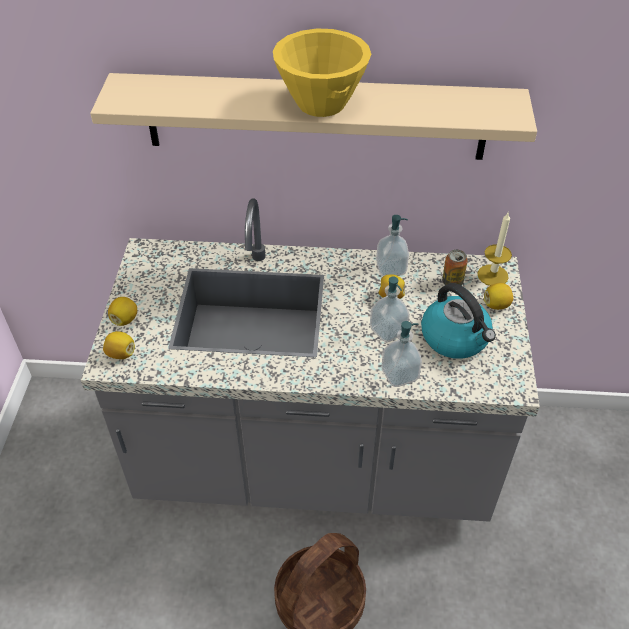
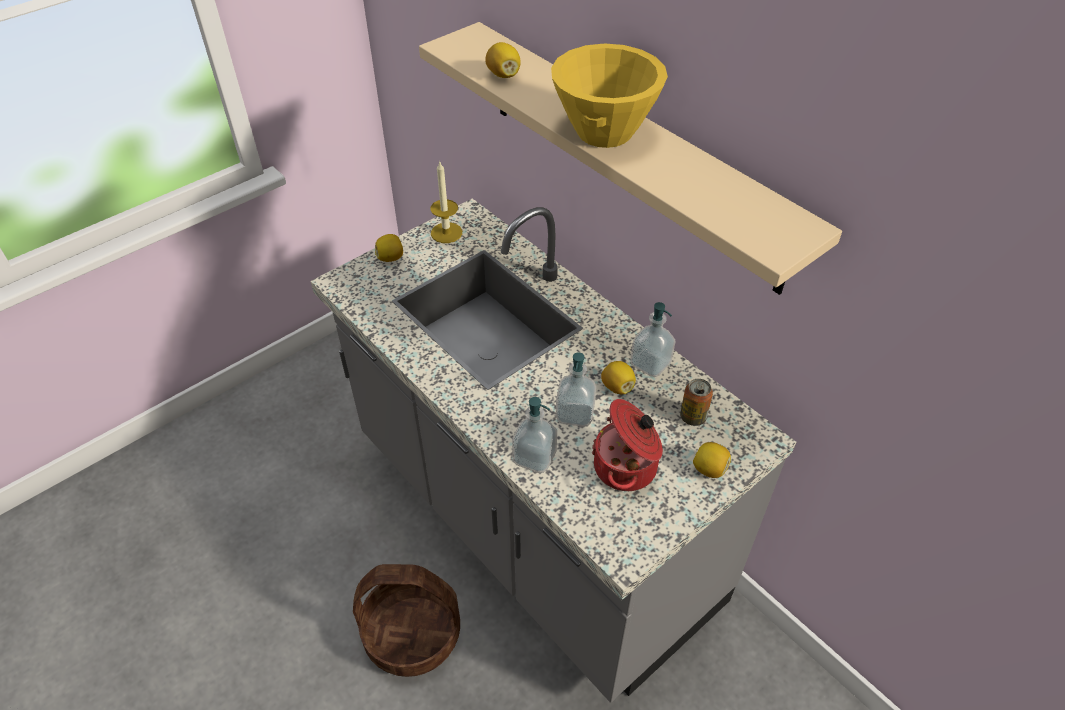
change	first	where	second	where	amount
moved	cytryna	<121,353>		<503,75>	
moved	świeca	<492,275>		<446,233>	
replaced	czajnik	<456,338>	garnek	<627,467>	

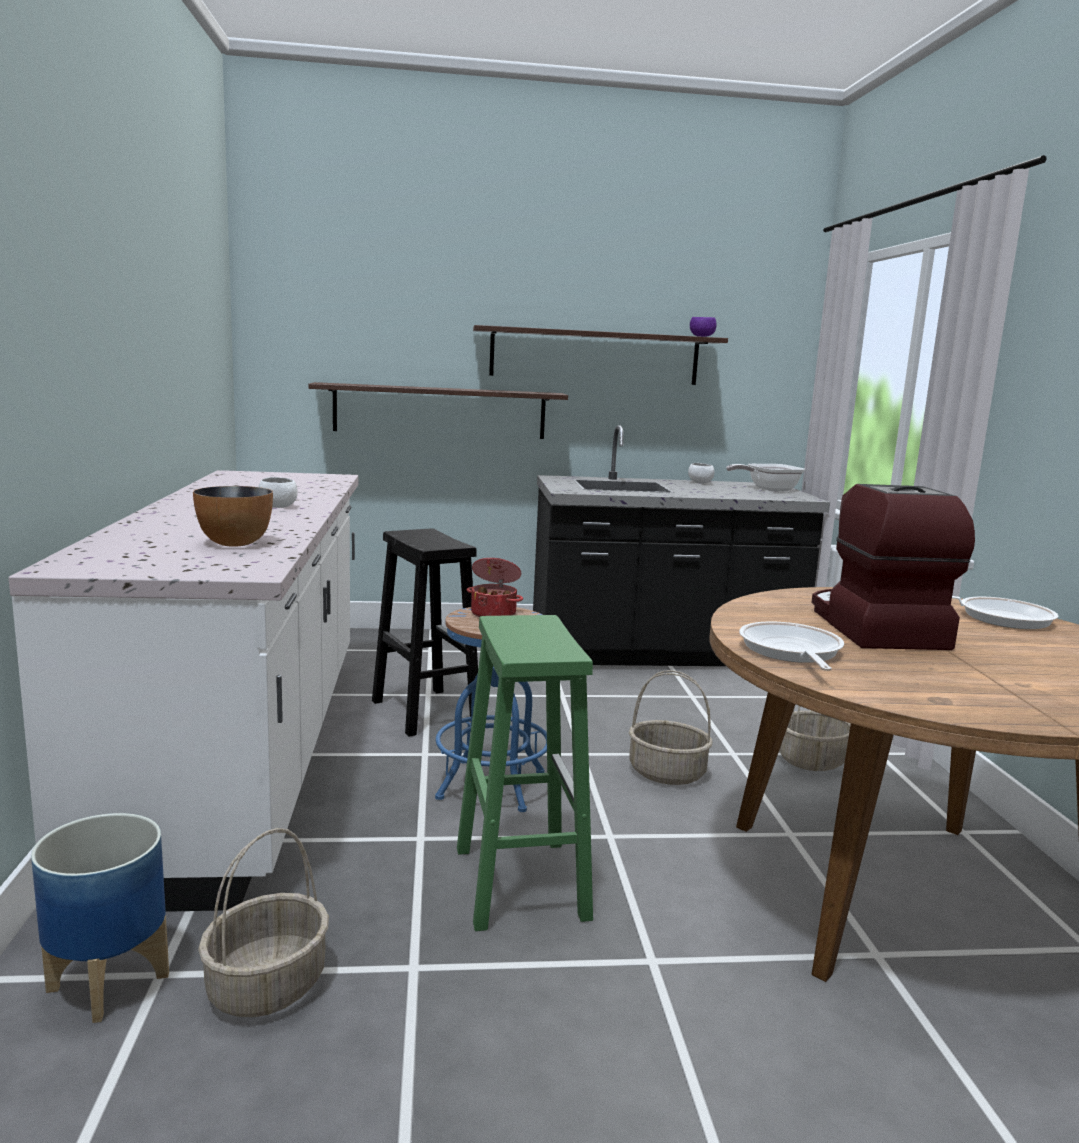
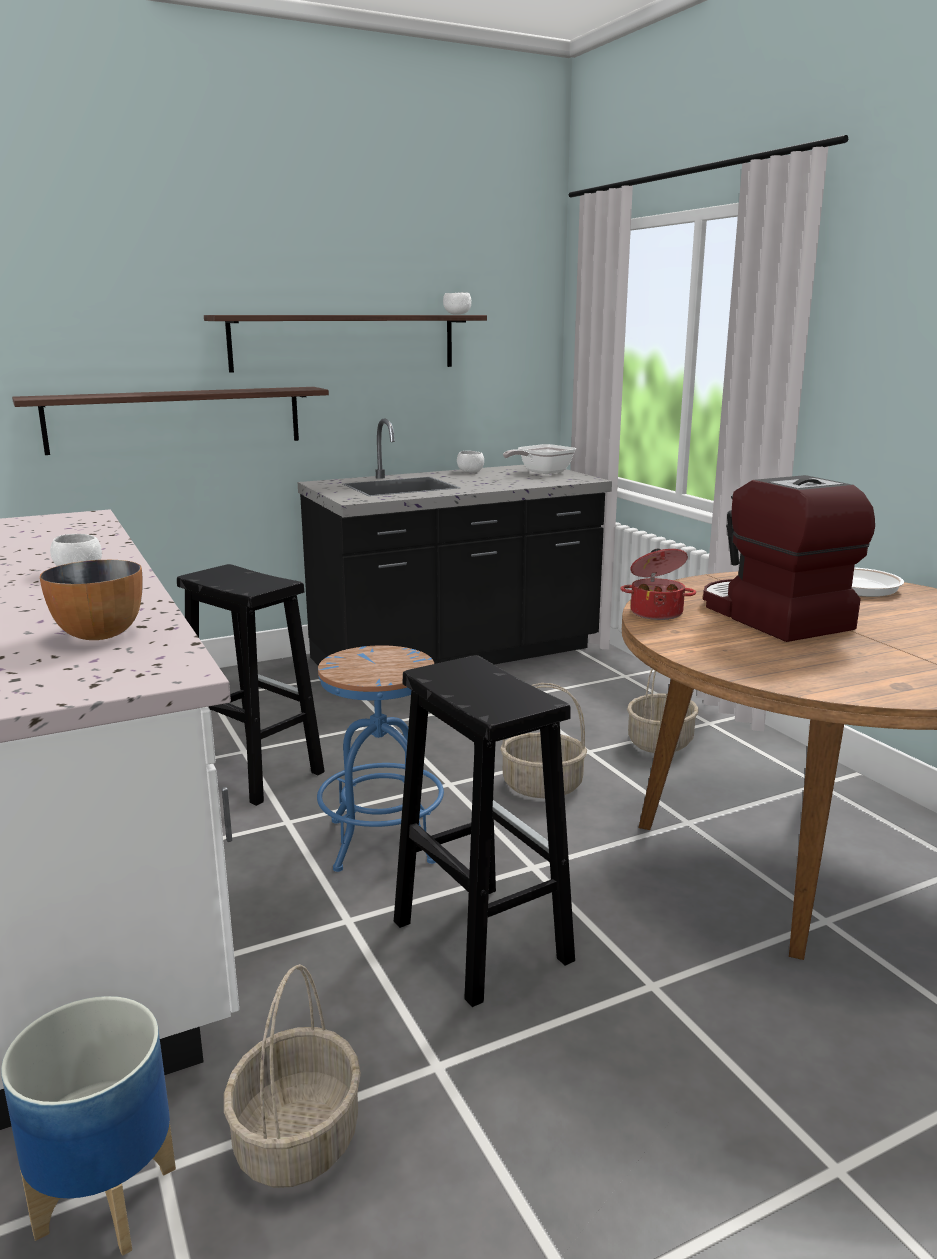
change	first	where	second	where	amount
removed	patelnia	<790,651>			
moved	garnek	<494,613>		<656,612>	
recoloured	stołek [zielony]	<519,881>	stołek [czarny]	<479,939>	
recoloured	miska [fioletowy]	<702,336>	miska [biały]	<457,314>	

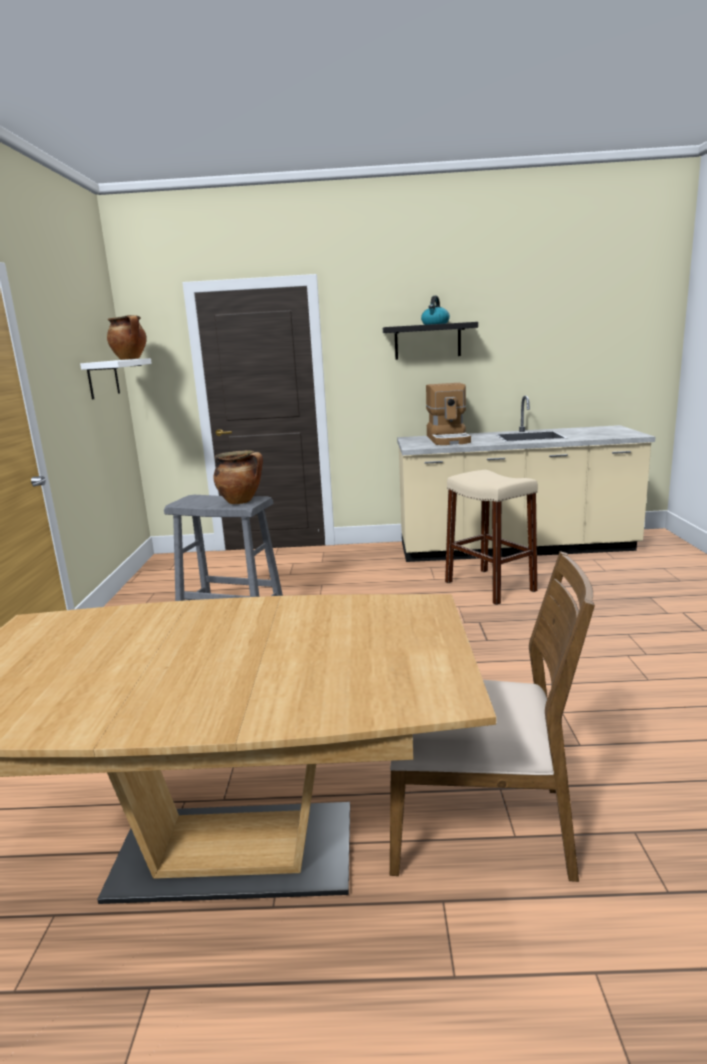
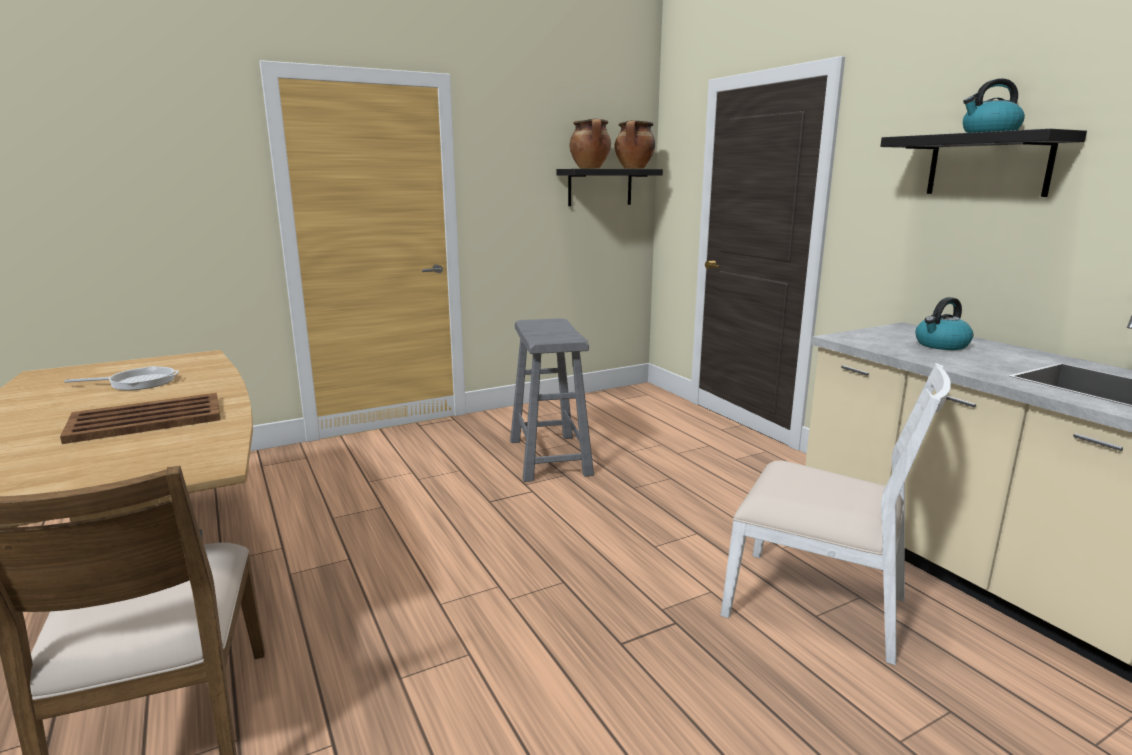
change	first	where	second	where	amount
added			taca [brązowy]	<145,419>	
added			patelnia	<138,382>	
moved	garnek	<241,501>		<590,168>	
replaced	ekspres do kawy	<449,439>	czajnik	<941,345>	
replaced	stołek [beżowy]	<490,586>	krzesło [biały]	<816,604>	
recoloured	półka [biały]	<103,379>	półka [czarny]	<600,187>	

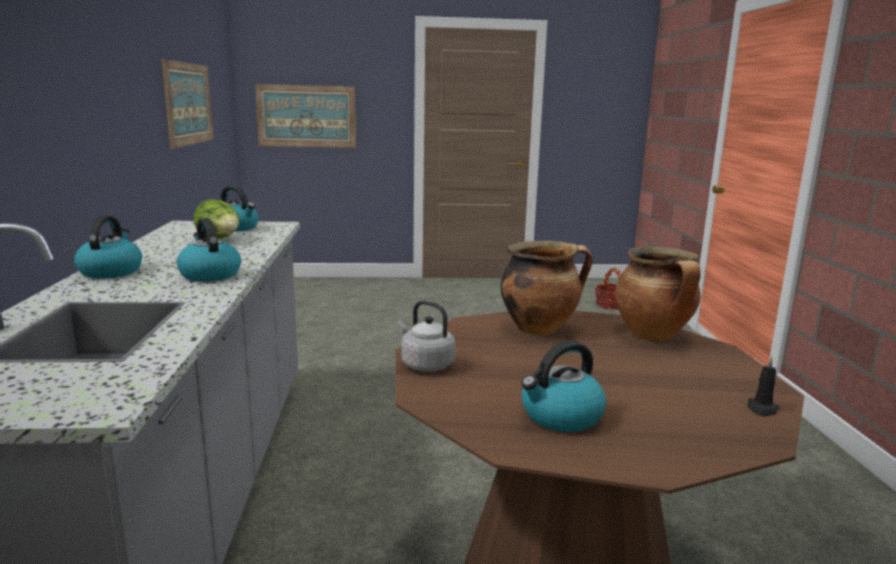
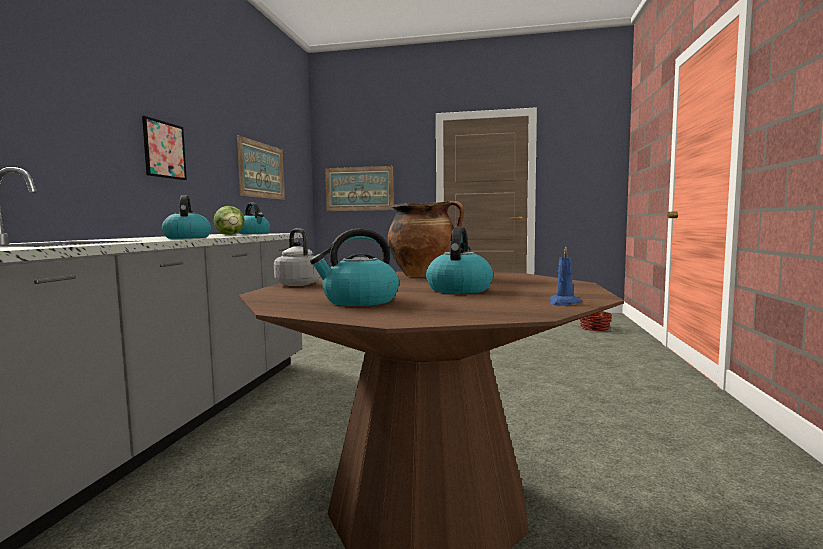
change	first	where	second	where	amount
removed	garnek	<654,336>			
added			obraz	<164,150>	
moved	czajnik	<111,271>		<459,289>	
recoloured	świeca [czarny]	<762,409>	świeca [niebieski]	<563,303>	

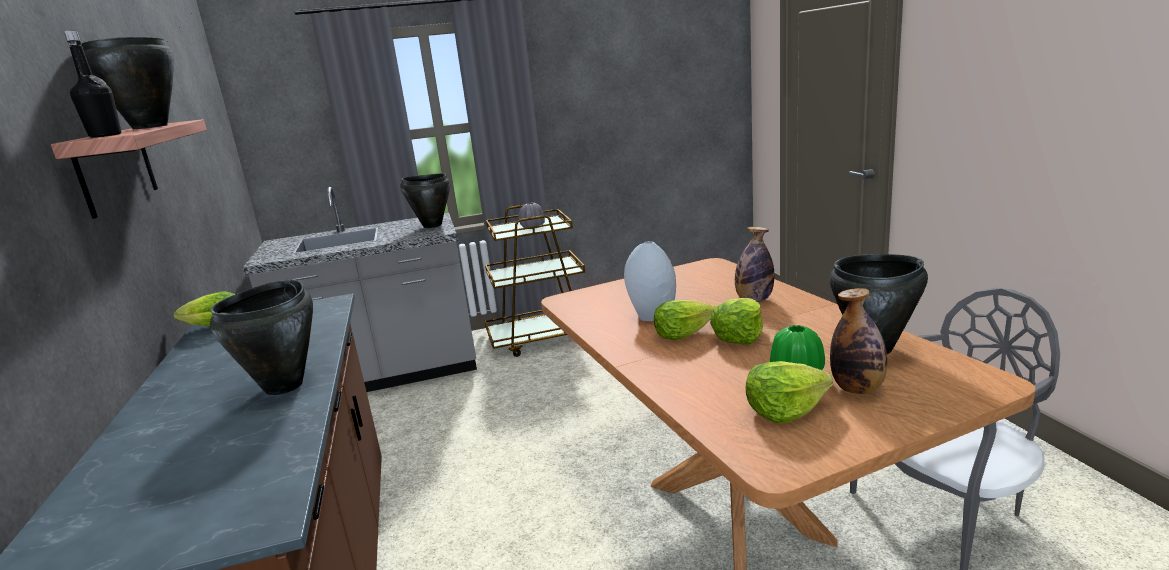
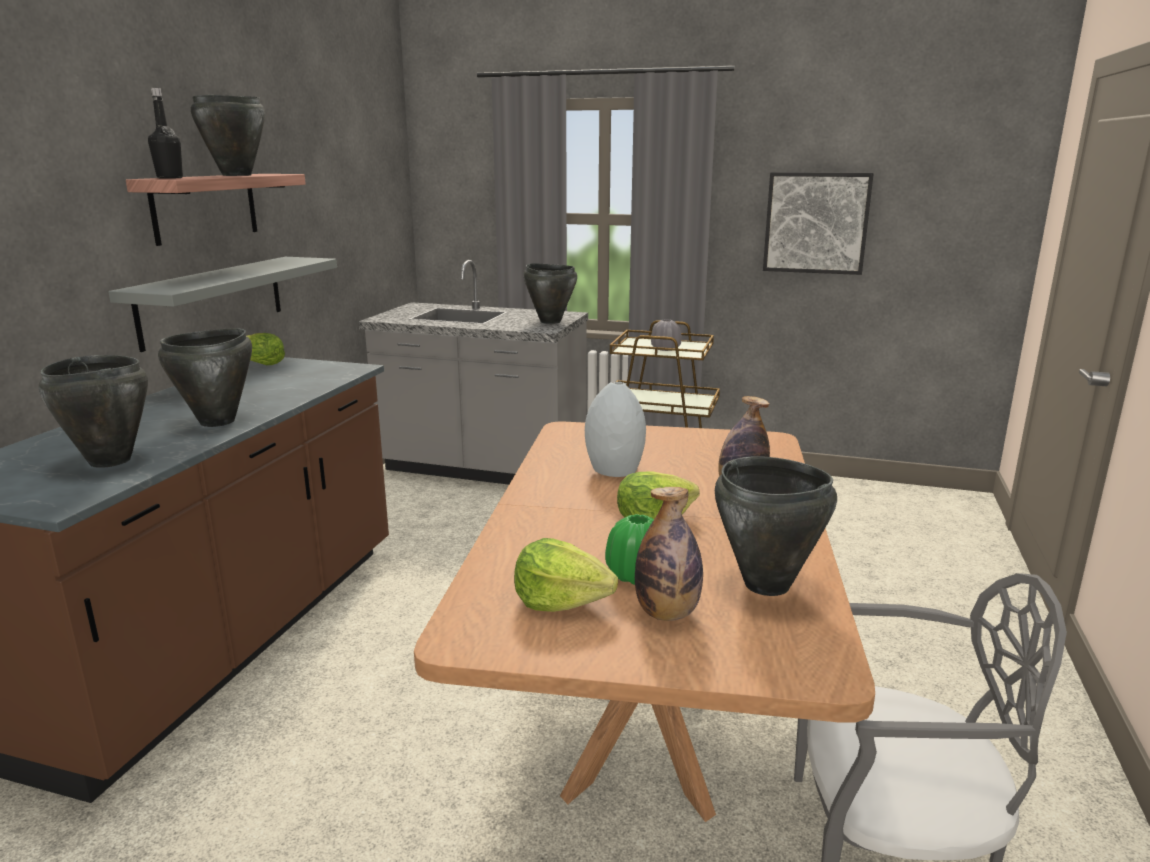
change	first	where	second	where	amount
removed	sałata	<683,334>			
added			garnek [czarny]	<109,461>	
added			półka [szary]	<213,300>	
added			obraz	<816,223>	

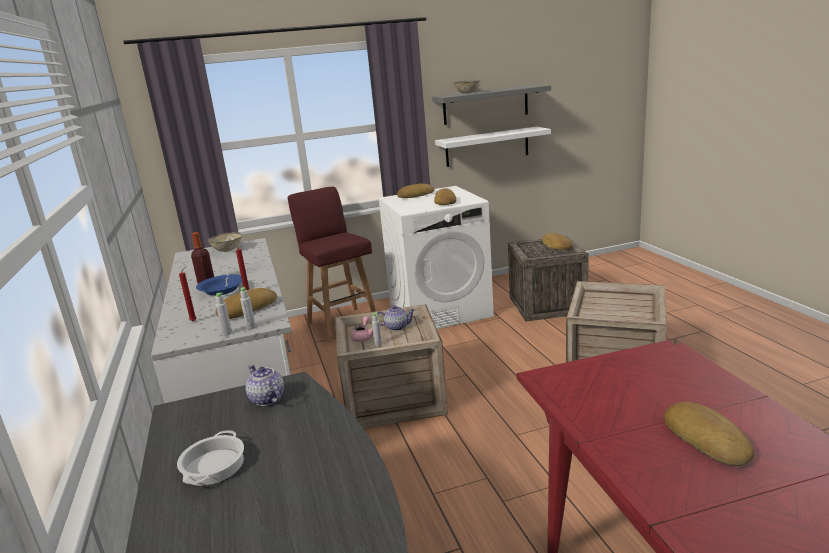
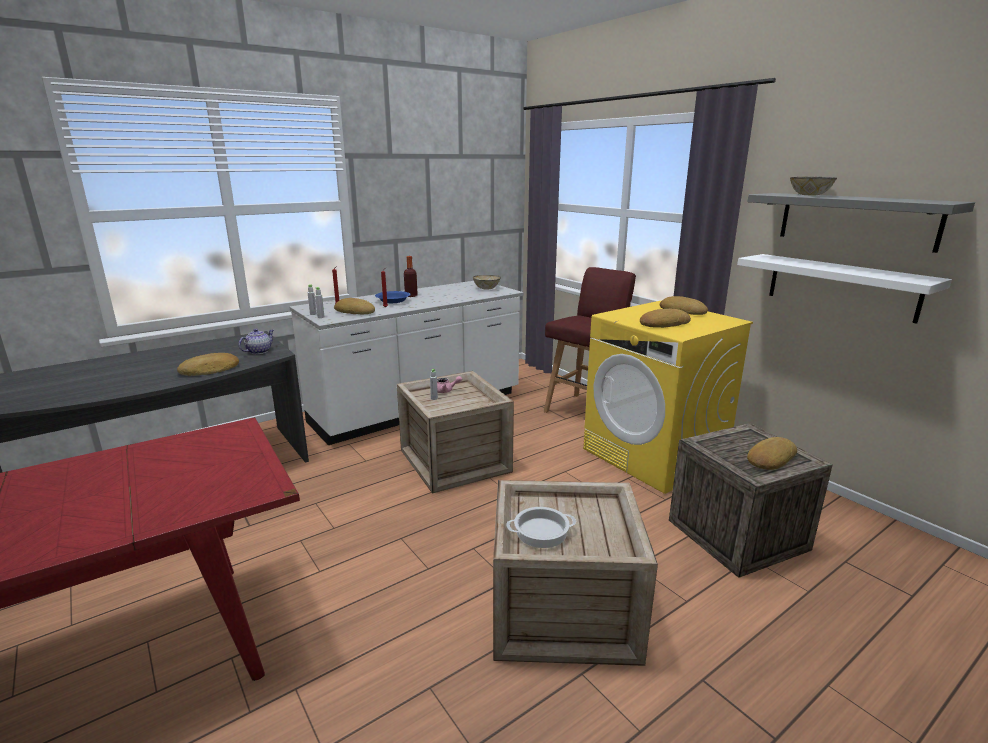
change	first	where	second	where	amount
removed	imbryk	<396,327>			
moved	garnek	<213,465>		<541,532>	
moved	chleb	<707,438>		<210,370>	
recoloured	pralka [biały]	<440,310>	pralka [żółty]	<654,456>	

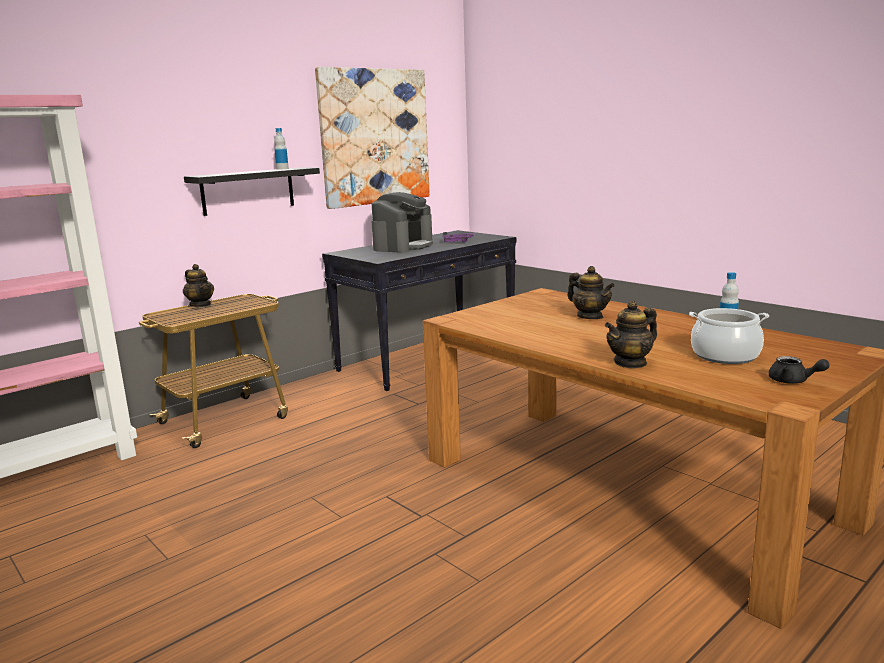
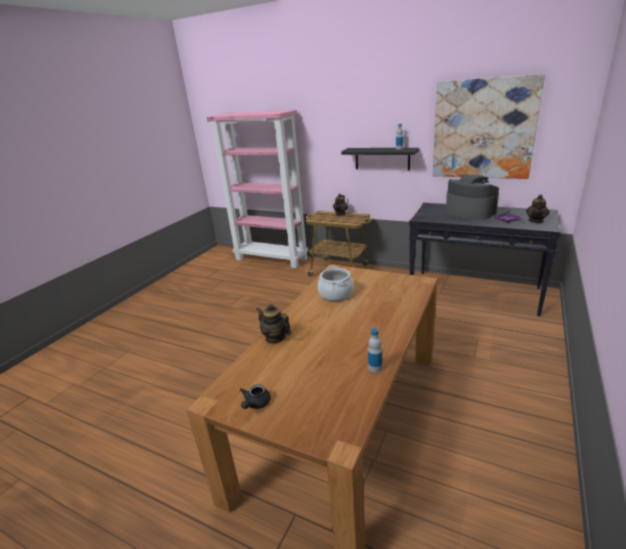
change	first	where	second	where	amount
moved	imbryk	<590,317>		<536,221>	
moved	garnek	<725,355>		<336,294>	
turned	ekspres do kawy	<403,246>		<469,212>	135 degrees counterclockwise

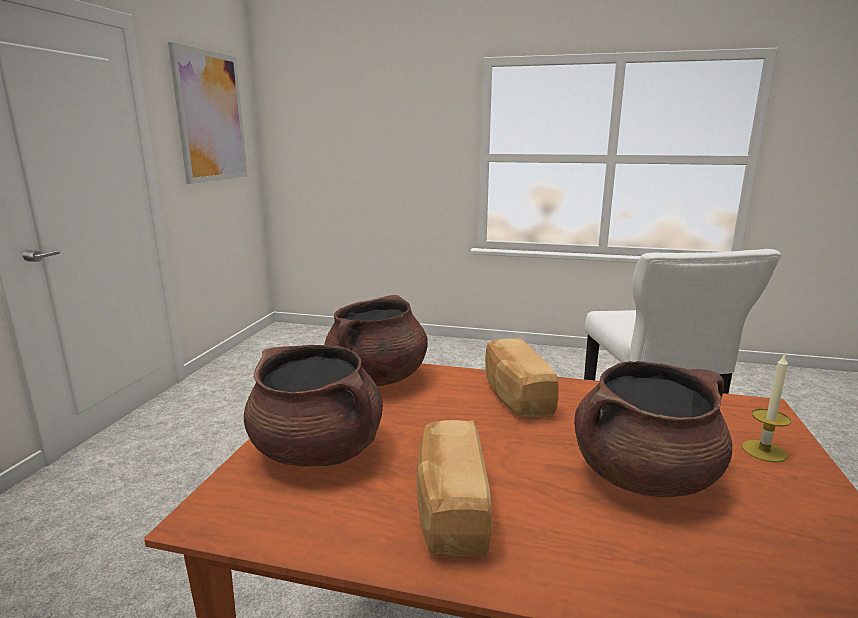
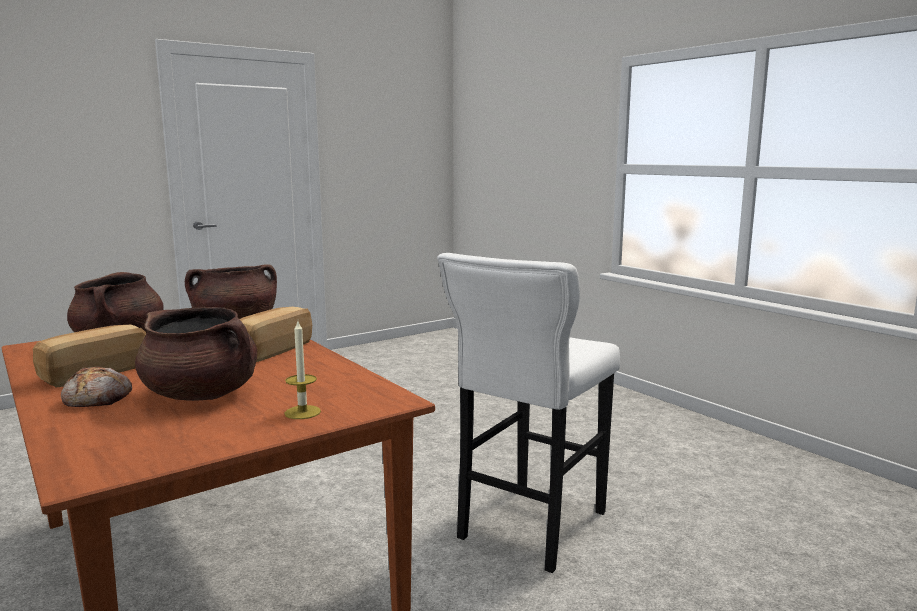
change	first	where	second	where	amount
removed	obraz	<210,117>			
added			chleb	<99,399>	

